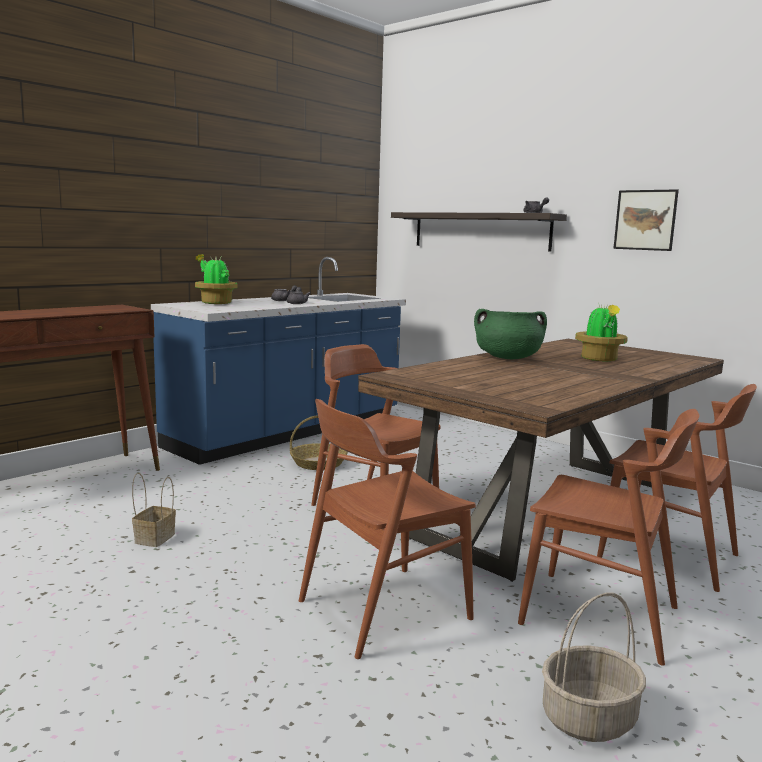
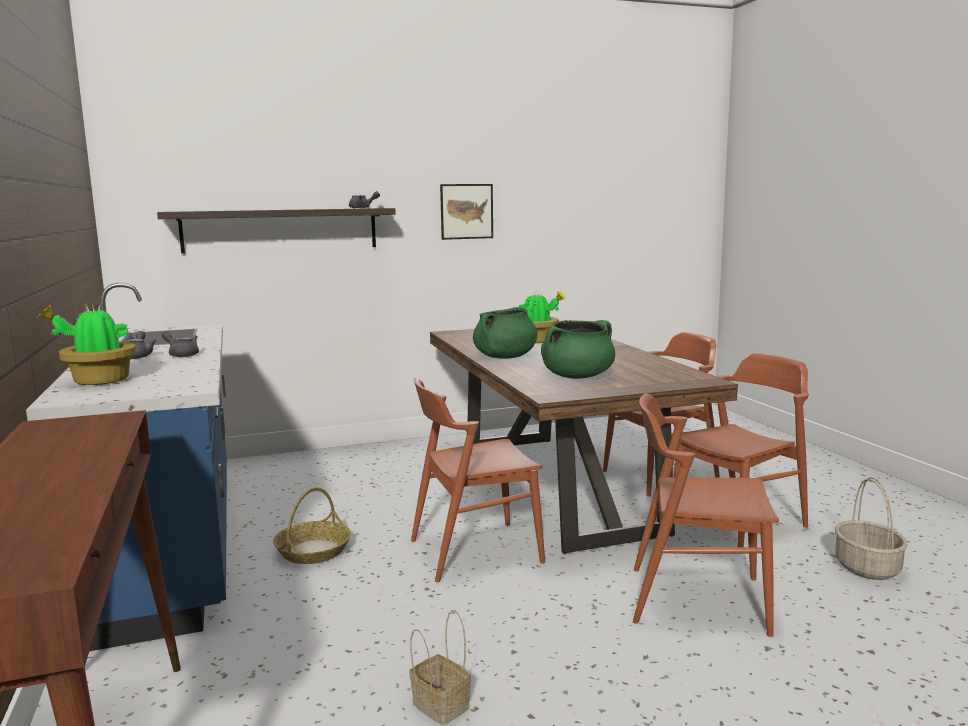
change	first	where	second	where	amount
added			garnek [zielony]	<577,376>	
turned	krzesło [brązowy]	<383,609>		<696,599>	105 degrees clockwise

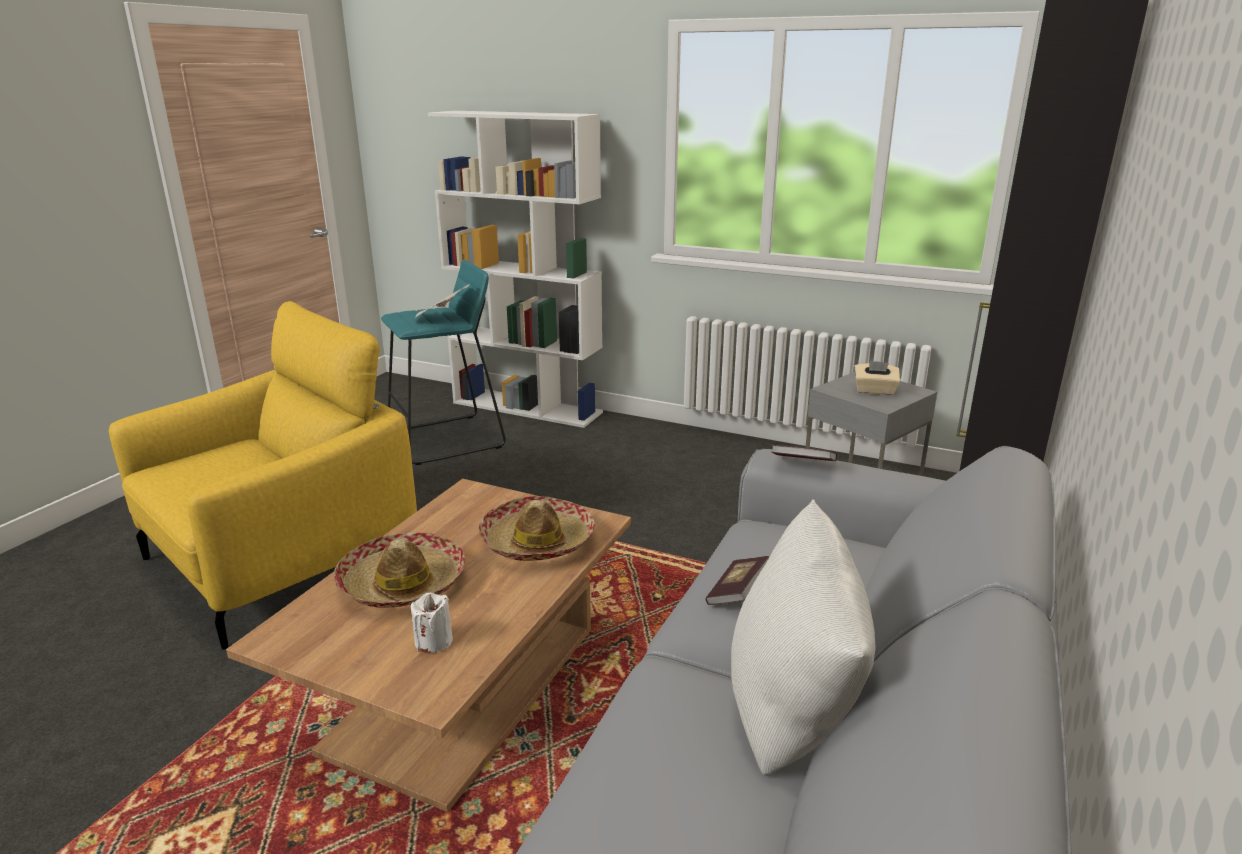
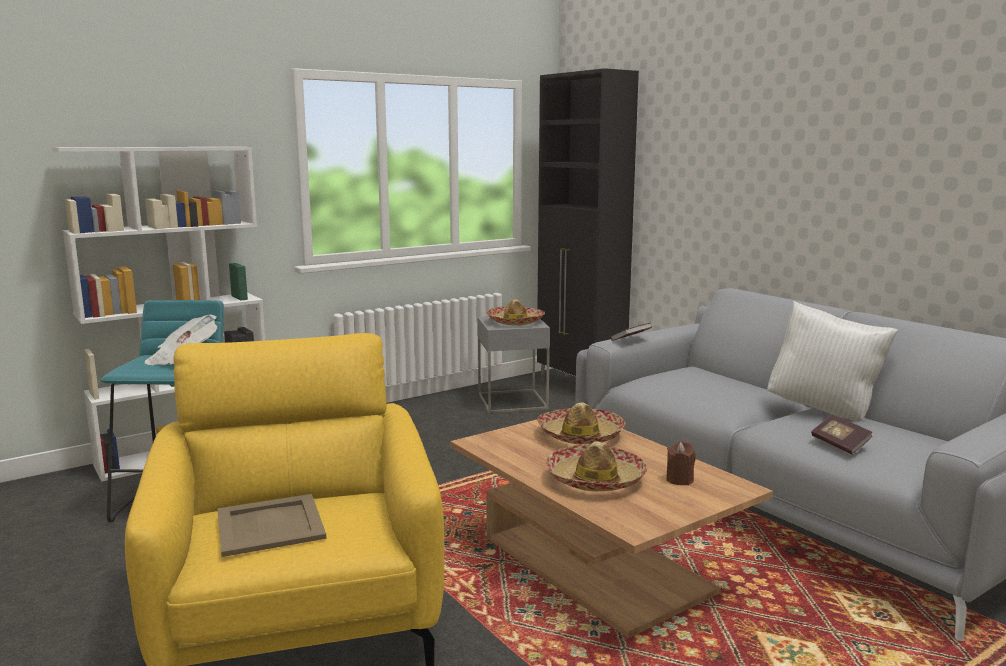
change	first	where	second	where	amount
added			taca [beżowy]	<271,525>	
moved	książka	<737,593>		<840,444>	
replaced	pudełko chusteczek [beżowy]	<874,391>	kapelusz	<515,322>	
recoloured	świeca [biały]	<433,641>	świeca [brązowy]	<679,480>	

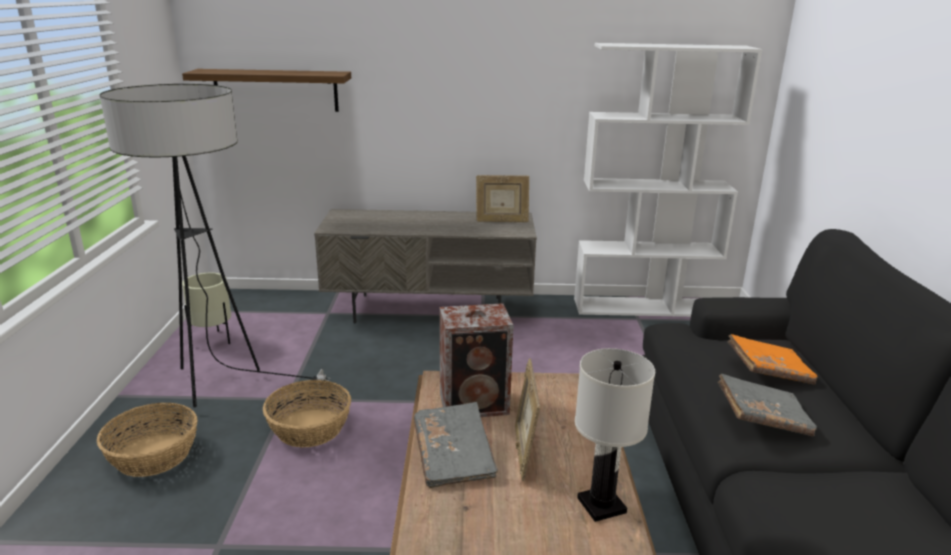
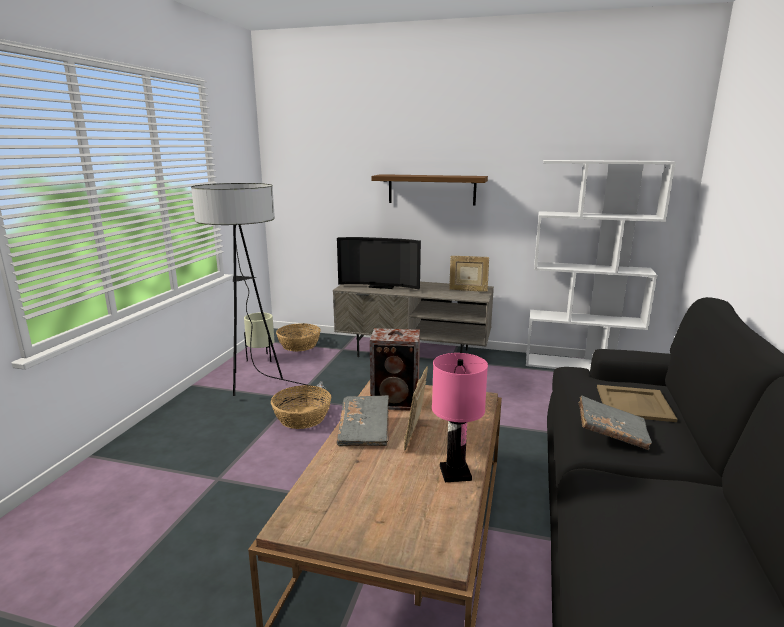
change	first	where	second	where	amount
added			telewizor	<381,286>	
moved	koszyk	<154,454>		<299,345>	
moved	półka	<276,90>		<431,189>	
replaced	książka [pomarańczowy]	<768,371>	taca [beżowy]	<635,404>	
recoloured	lampa stołowa [biały]	<601,506>	lampa stołowa [różowy]	<455,473>	

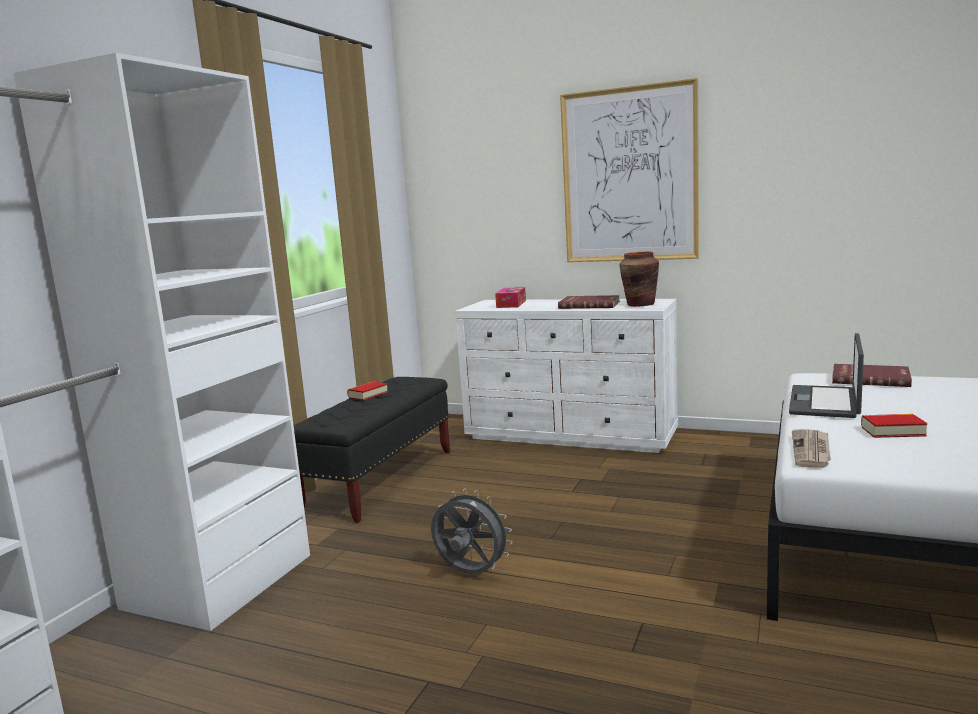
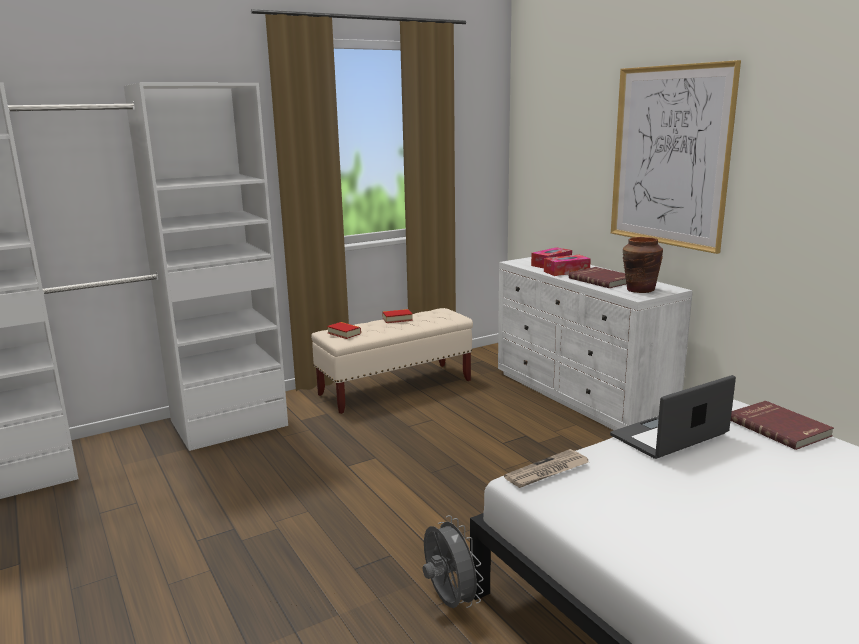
change	first	where	second	where	amount
added			pudełko chusteczek	<566,271>	
moved	wentylator [szary]	<470,574>		<448,601>	
moved	książka	<893,431>		<344,333>	
recoloured	ławka [czarny]	<380,481>	ławka [beżowy]	<396,388>	

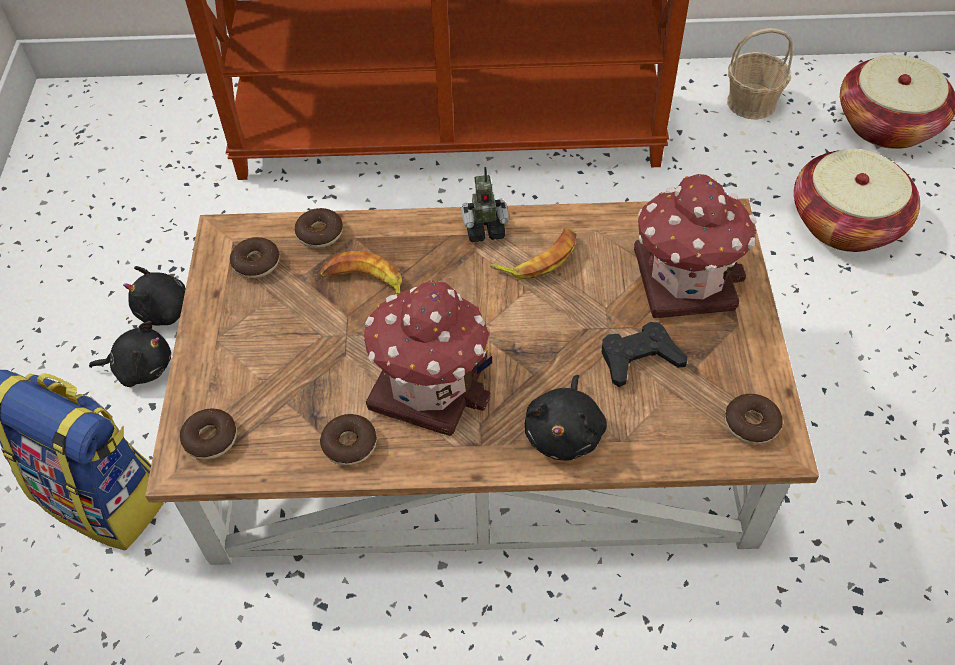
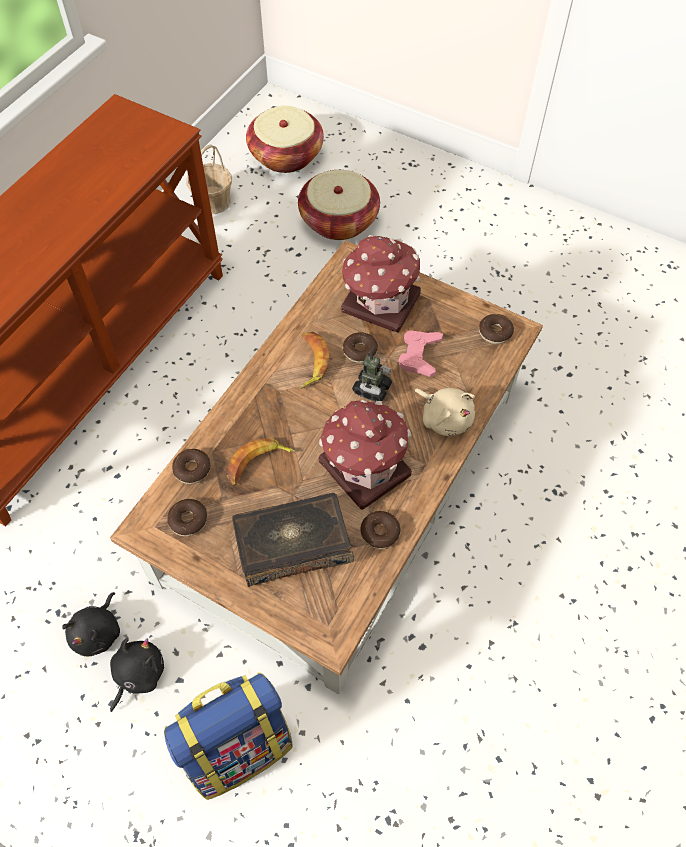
change	first	where	second	where	amount
added			książka	<293,545>	
moved	donut	<210,439>		<360,351>	
moved	robot zabawkowy	<484,229>		<371,389>	
recoloured	pluszak [czarny]	<565,432>	pluszak [beżowy]	<445,418>	
recoloured	pad do gier [czarny]	<639,358>	pad do gier [różowy]	<419,355>	

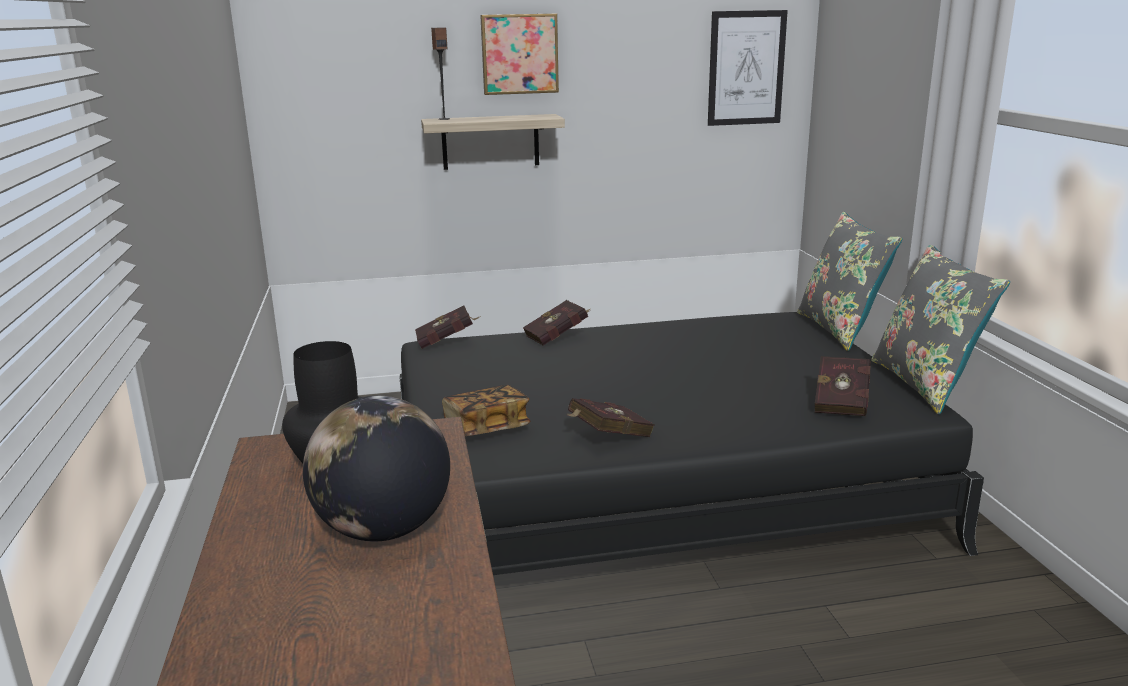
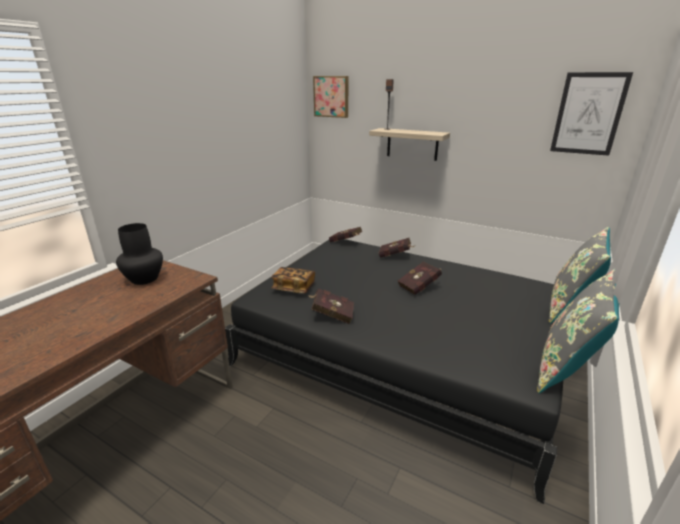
change	first	where	second	where	amount
removed	globus	<383,529>			
moved	obraz	<519,54>		<331,96>	
moved	książka [czerwony]	<842,402>		<420,286>	

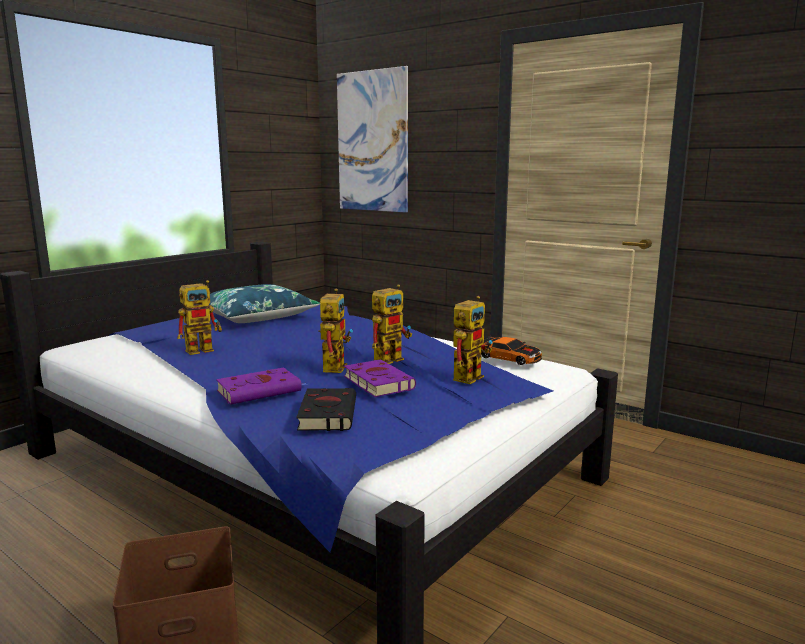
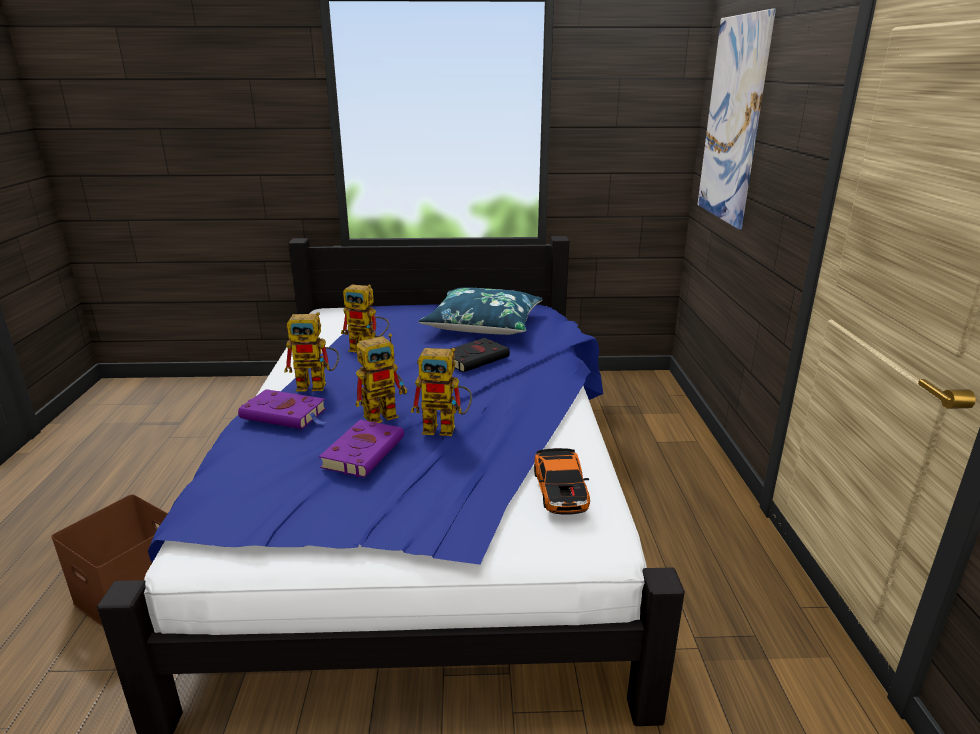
change	first	where	second	where	amount
moved	książka [czarny]	<327,413>		<476,358>	
moved	robot zabawkowy	<469,376>		<318,385>	

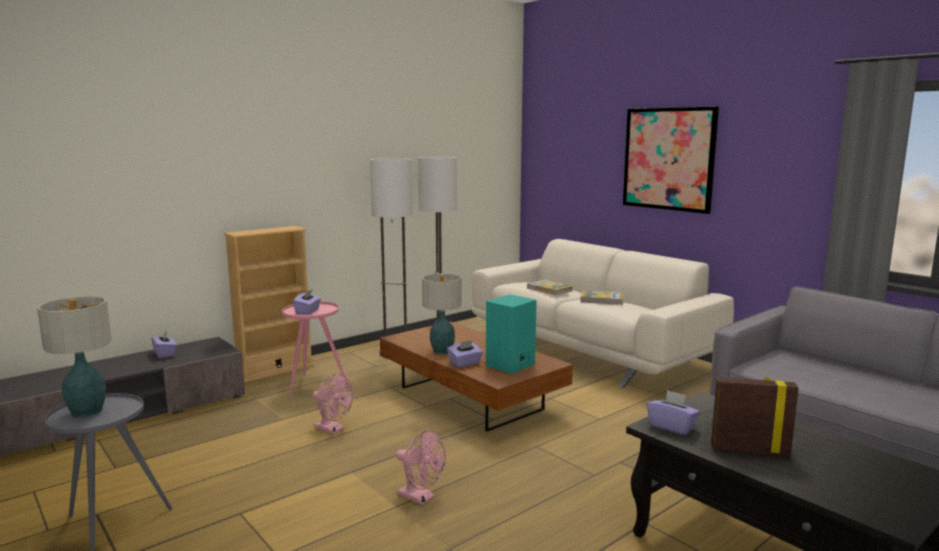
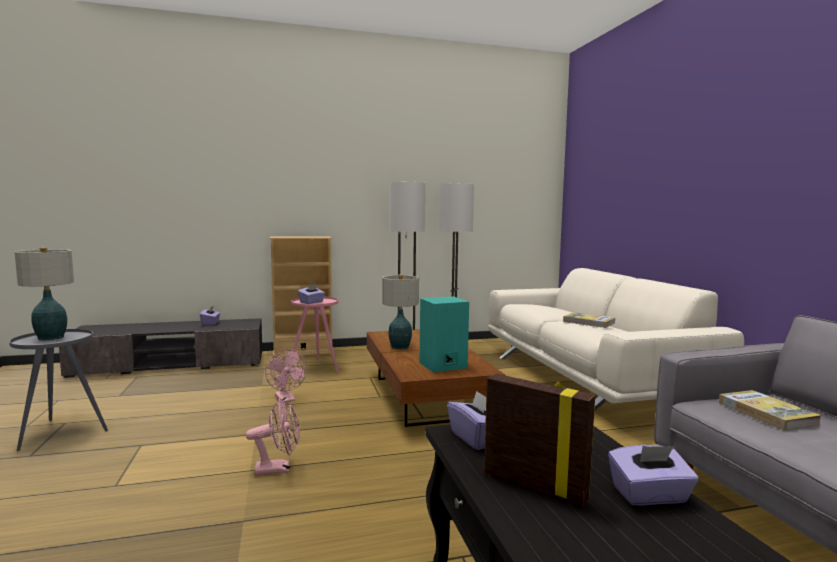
change	first	where	second	where	amount
removed	obraz	<668,159>			
moved	pudełko chusteczek [fioletowy]	<465,363>		<650,496>	
moved	książka	<549,289>		<766,413>	
turned	wentylator [różowy]	<421,498>		<278,469>	75 degrees counterclockwise

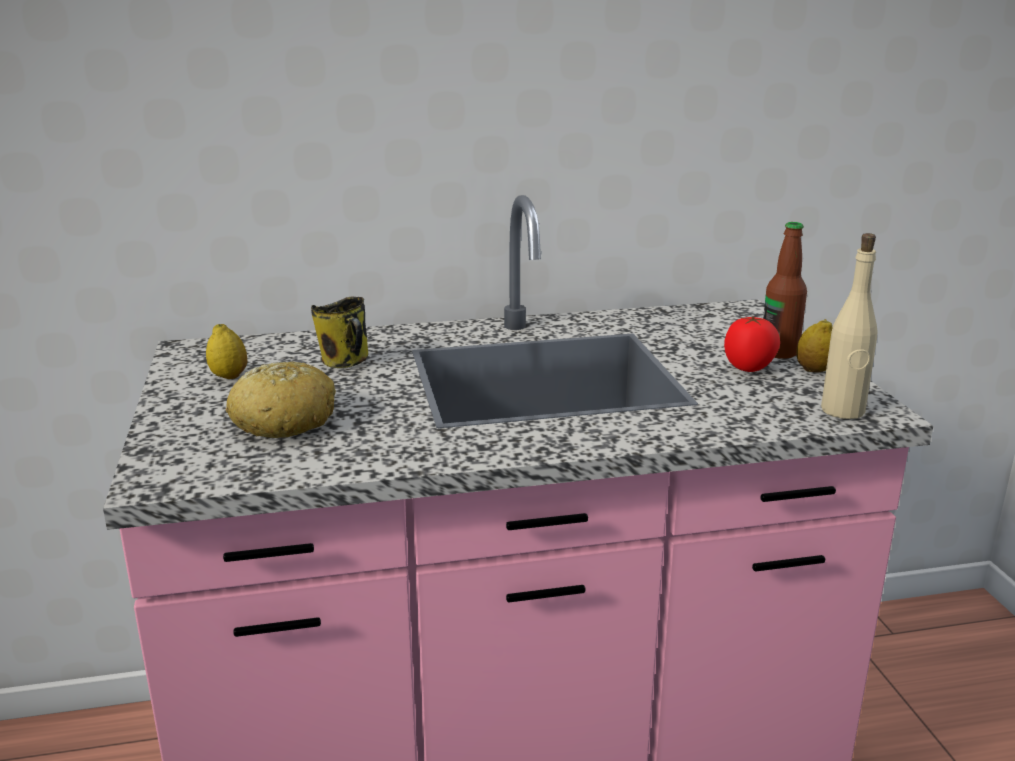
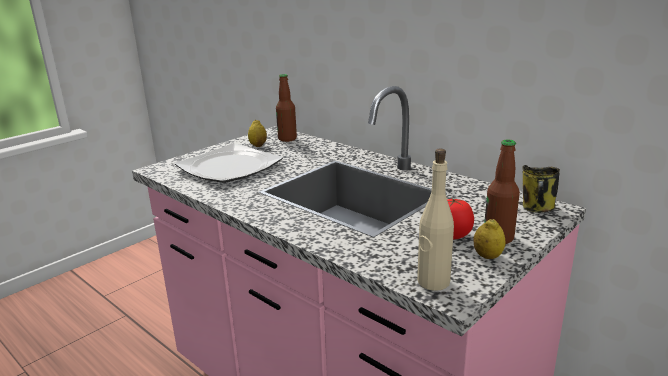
change	first	where	second	where	amount
added			butelka	<287,139>	
moved	kubek	<346,362>		<538,209>	
replaced	chleb	<284,420>	talerz	<230,167>	

